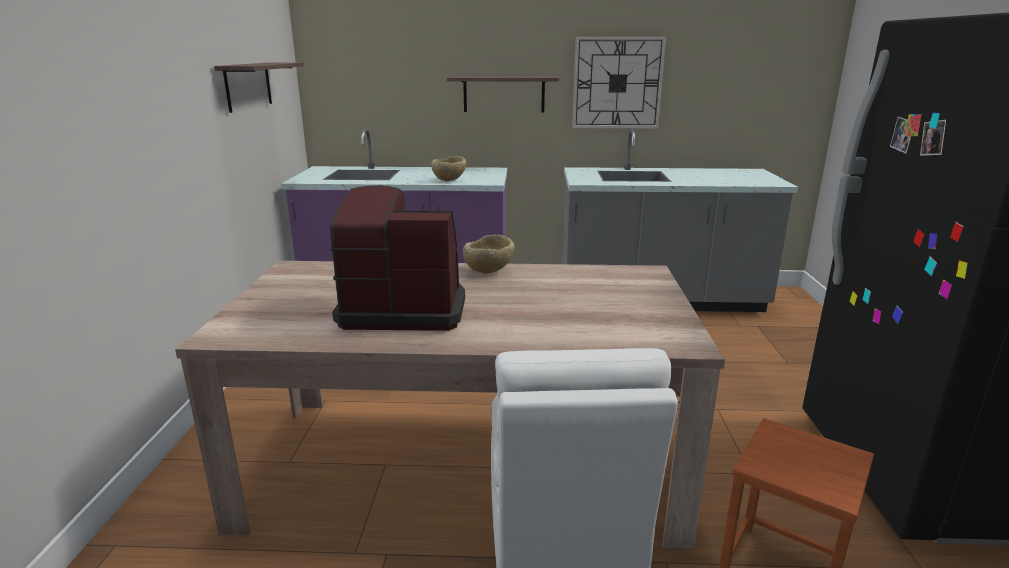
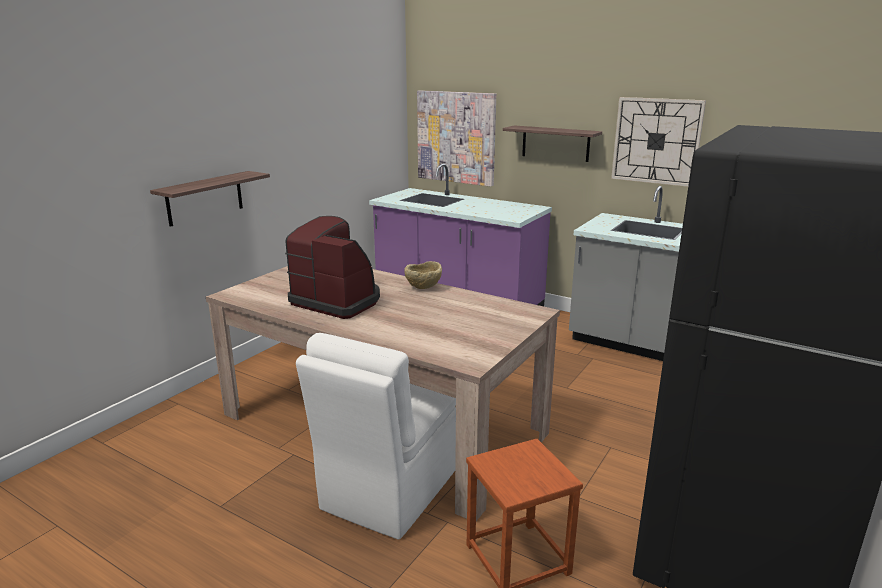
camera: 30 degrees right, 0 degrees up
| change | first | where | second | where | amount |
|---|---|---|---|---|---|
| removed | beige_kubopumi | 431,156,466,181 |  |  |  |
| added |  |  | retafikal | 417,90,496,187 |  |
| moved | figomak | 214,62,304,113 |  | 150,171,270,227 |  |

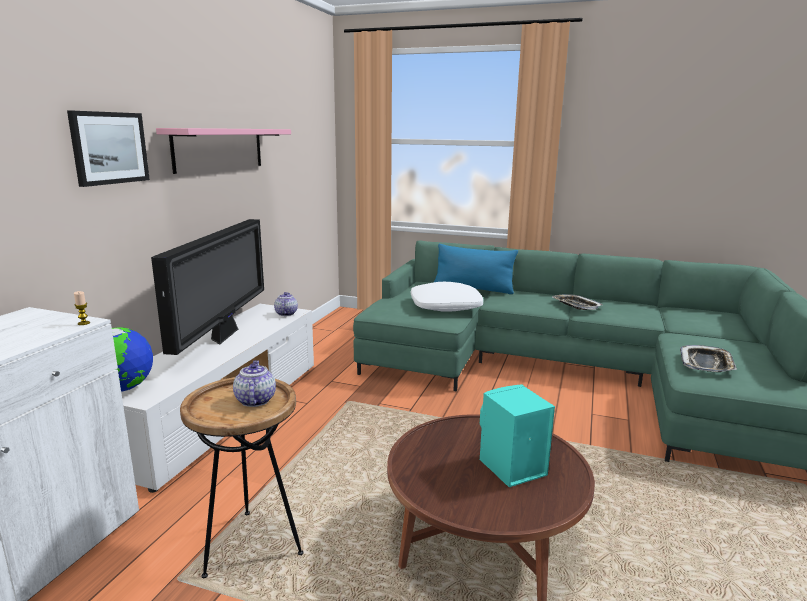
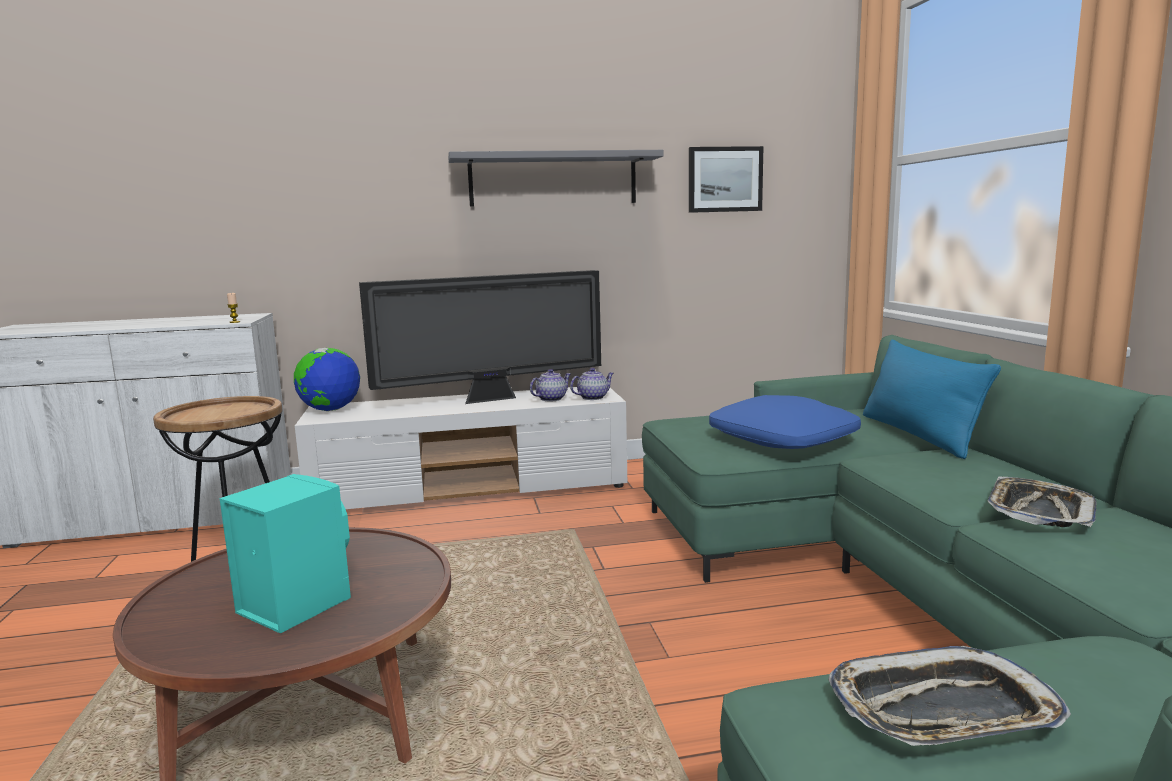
camera: 60 degrees right, 5 degrees down
| change | first | where | second | where | amount |
|---|---|---|---|---|---|
| moved | retafikal | 67,111,150,187 |  | 689,146,764,213 |  |
| moved | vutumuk | 233,360,276,407 |  | 530,369,570,401 |  |
| recoloured | pink_figomak | 156,128,291,174 | grey_figomak | 448,150,663,207 |  |
| recoloured | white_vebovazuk | 410,282,483,312 | blue_vebovazuk | 709,395,861,449 |  |

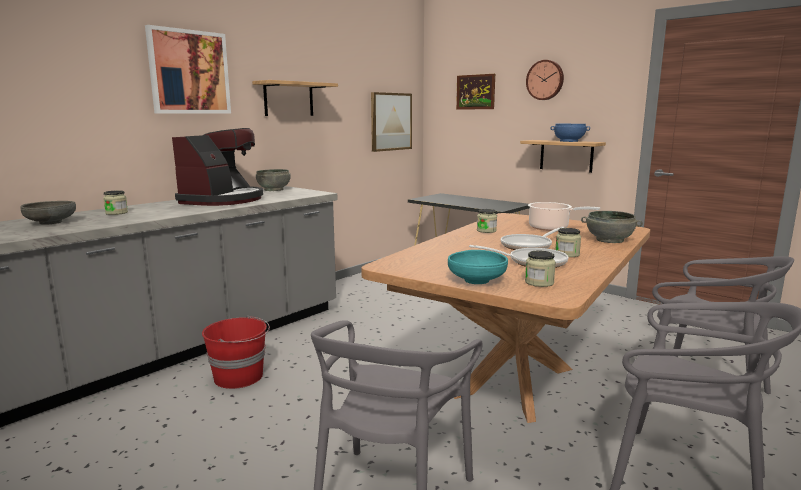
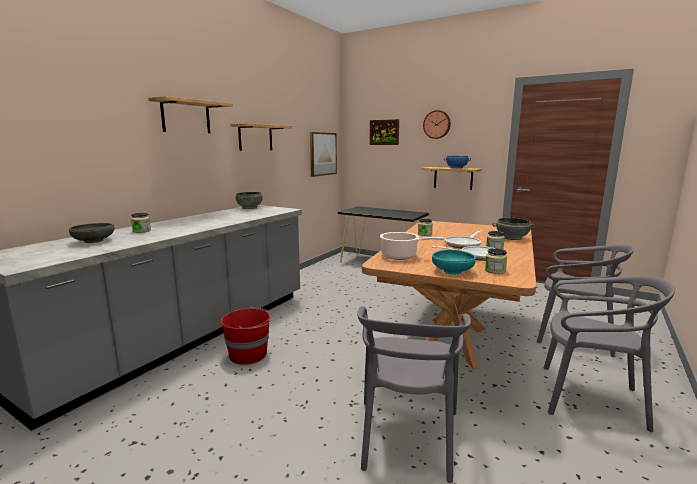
camera: 10 degrees left, 0 degrees up
| change | first | where | second | where | amount |
|---|---|---|---|---|---|
| removed | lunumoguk | 172,128,263,206 |  |  |  |
| moved | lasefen | 528,202,600,231 |  | 380,232,444,260 |  |
| replaced | retafikal | 145,25,231,114 | figomak | 148,96,233,133 |  |

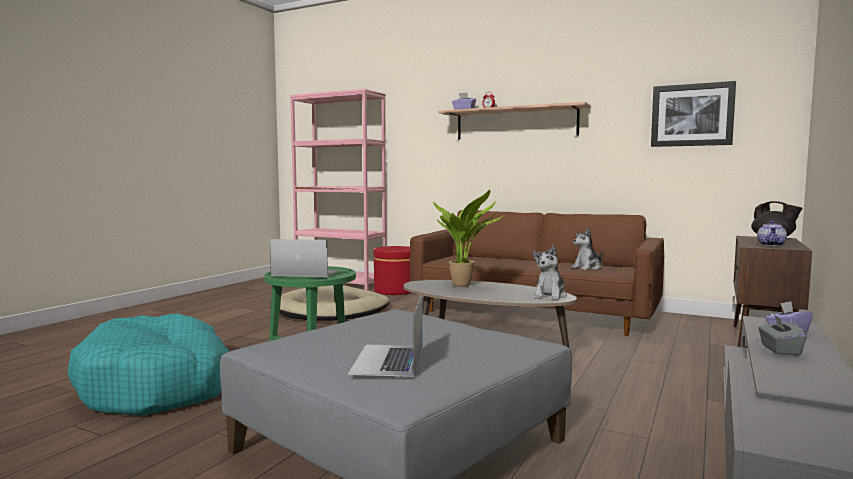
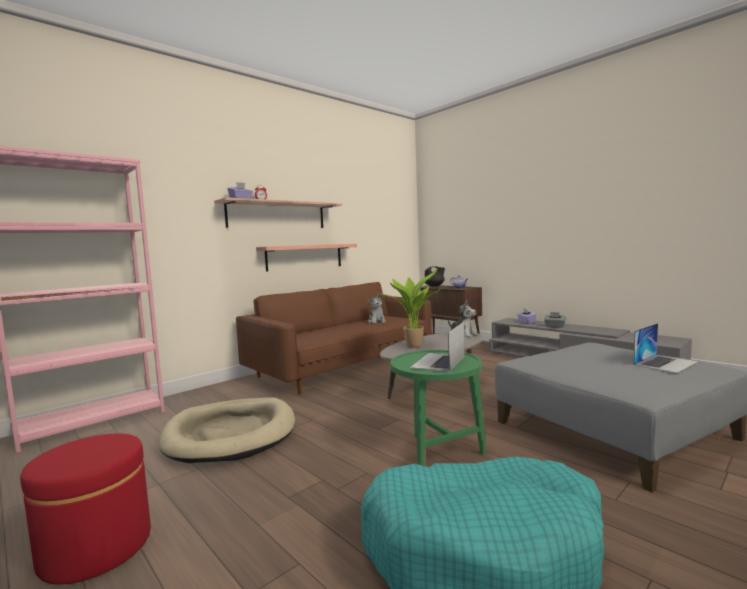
camera: 70 degrees left, 0 degrees up
| change | first | where | second | where | amount |
|---|---|---|---|---|---|
| removed | retafikal | 651,81,736,147 |  |  |  |
| added |  |  | figomak | 256,244,357,272 |  |
| moved | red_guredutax | 374,246,411,295 |  | 20,433,151,585 |  |
| turned | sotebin | 348,294,422,377 |  | 633,323,698,373 | 60 degrees counterclockwise |

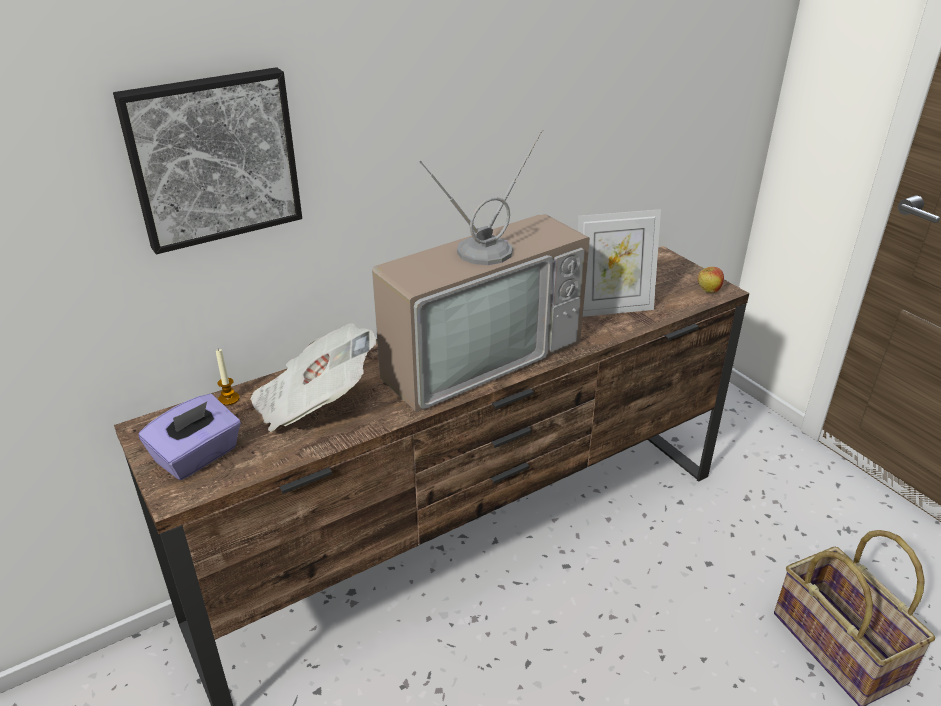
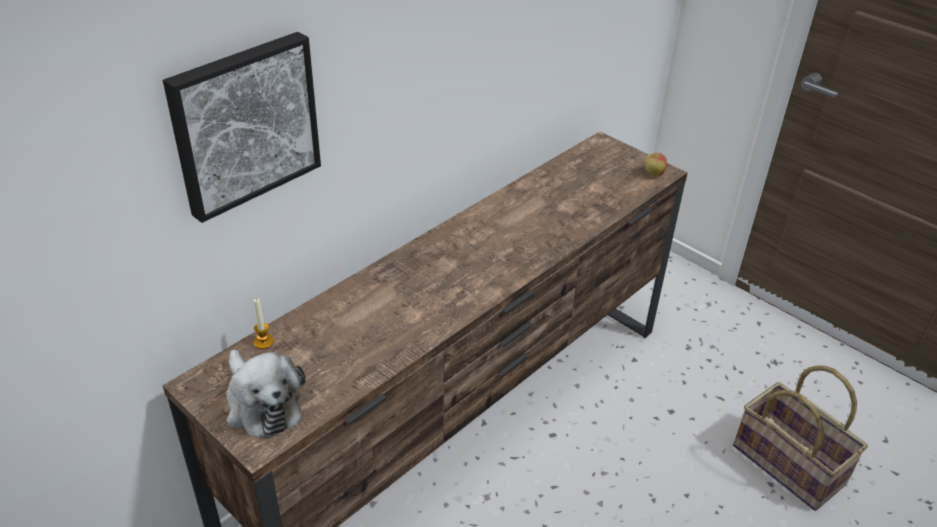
camera: 15 degrees left, 5 degrees up
| change | first | where | second | where | amount |
|---|---|---|---|---|---|
| removed | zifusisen | 250,323,376,432 |  |  |  |
| removed | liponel | 372,130,590,412 |  |  |  |
| removed | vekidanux | 578,209,661,317 |  |  |  |
| replaced | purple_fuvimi | 139,394,241,480 | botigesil | 226,350,305,439 |  |

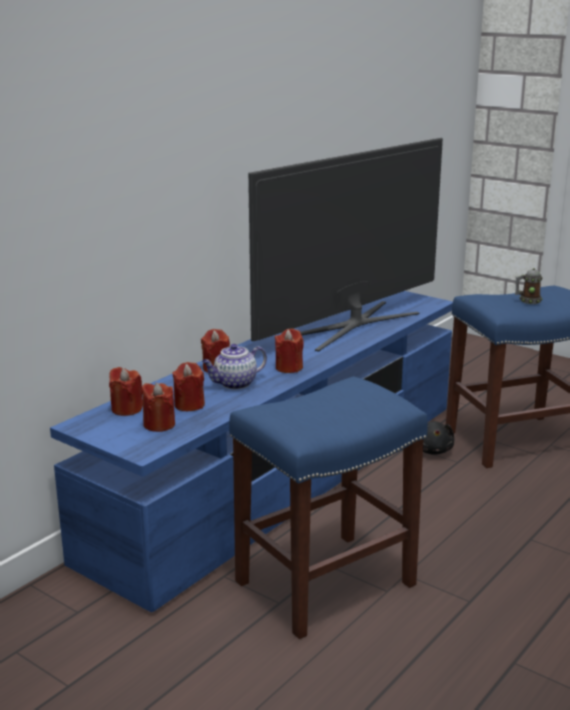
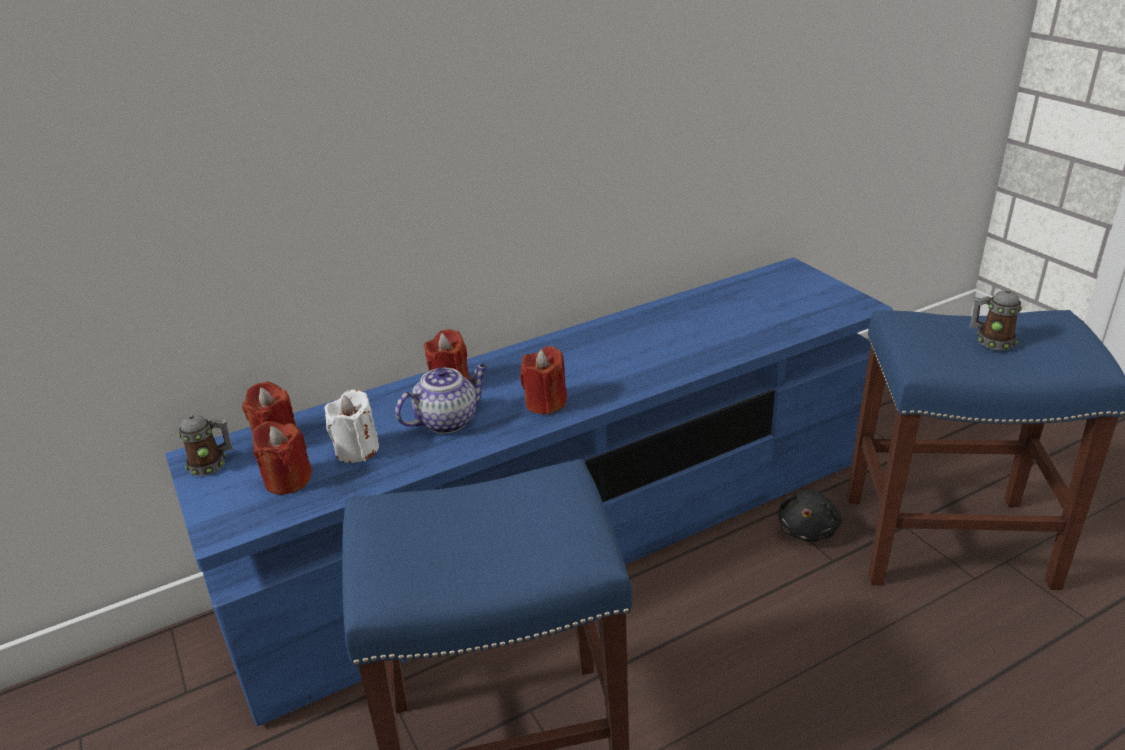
camera: 25 degrees right, 10 degrees up
| change | first | where | second | where | amount |
|---|---|---|---|---|---|
| removed | liponel | 248,138,443,352 |  |  |  |
| added |  |  | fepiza | 178,415,233,476 |  |
| recoloured | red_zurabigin | 172,362,205,411 | white_zurabigin | 324,390,379,463 |  |
| turned | vutumuk | 202,344,267,390 |  | 395,364,488,434 | 150 degrees clockwise |

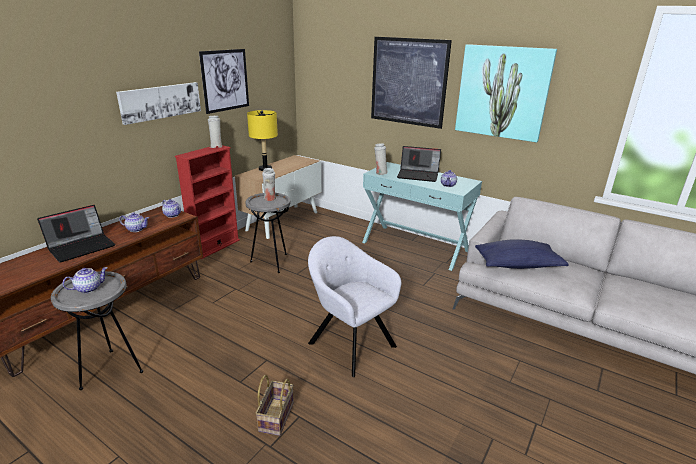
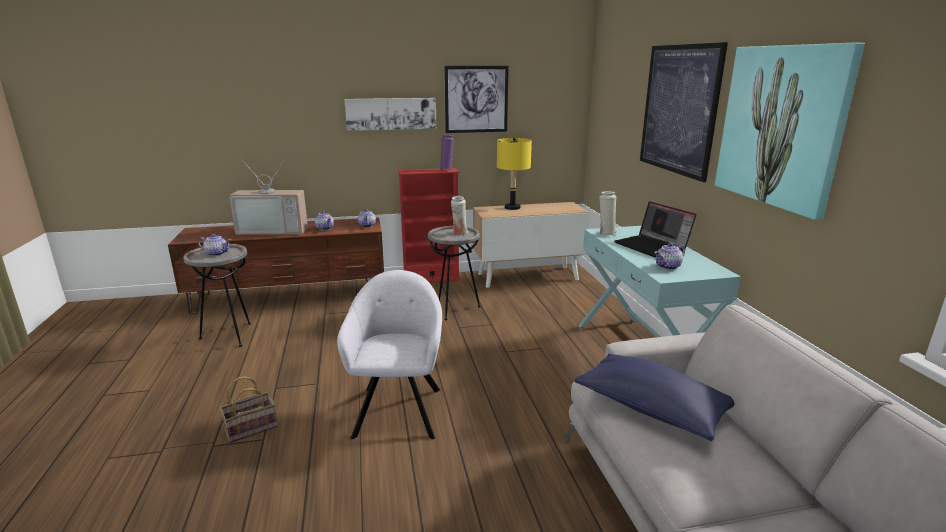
camera: 45 degrees right, 5 degrees down
| change | first | where | second | where | amount |
|---|---|---|---|---|---|
| replaced | sotebin | 37,205,115,262 | liponel | 229,158,308,235 |  |
| recoloured | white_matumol | 208,116,222,148 | purple_matumol | 440,135,454,170 |  |

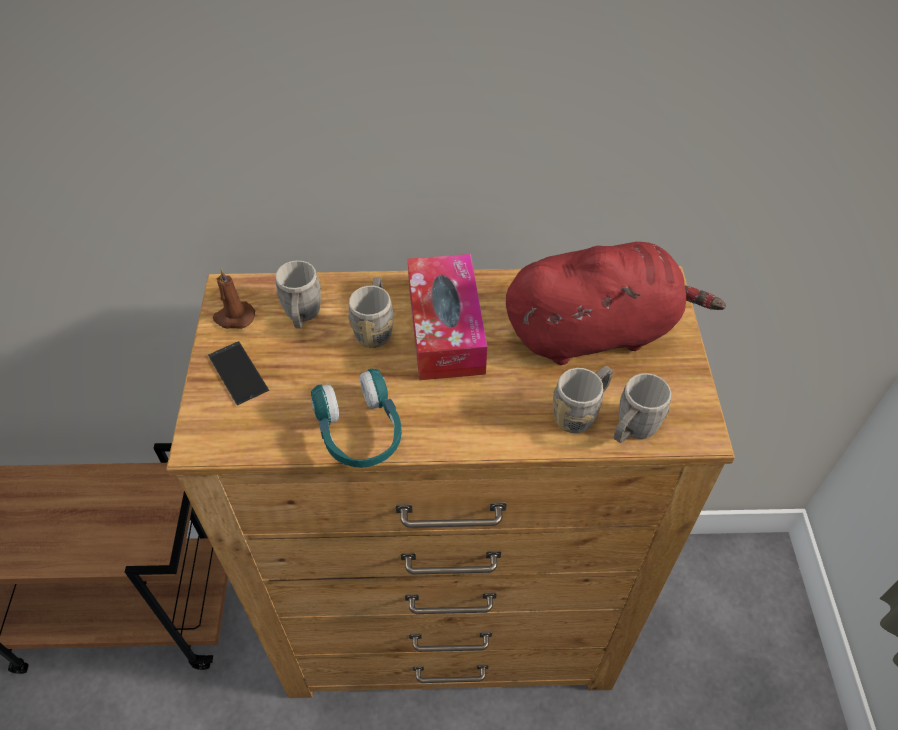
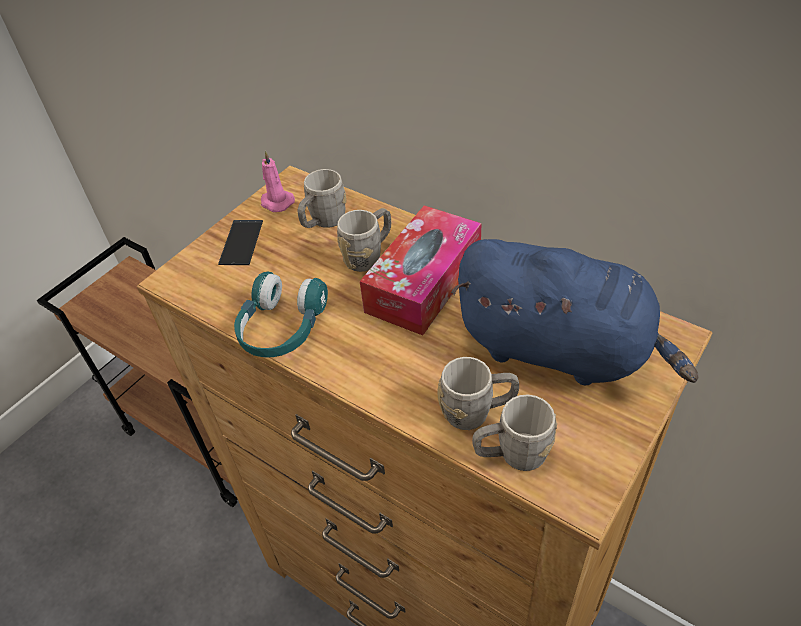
camera: 40 degrees right, 5 degrees down
| change | first | where | second | where | amount |
|---|---|---|---|---|---|
| recoloured | brown_zurabigin | 213,269,255,329 | pink_zurabigin | 261,150,295,212 |  |
| recoloured | red_botigesil | 506,242,726,365 | blue_botigesil | 451,239,698,386 |  |

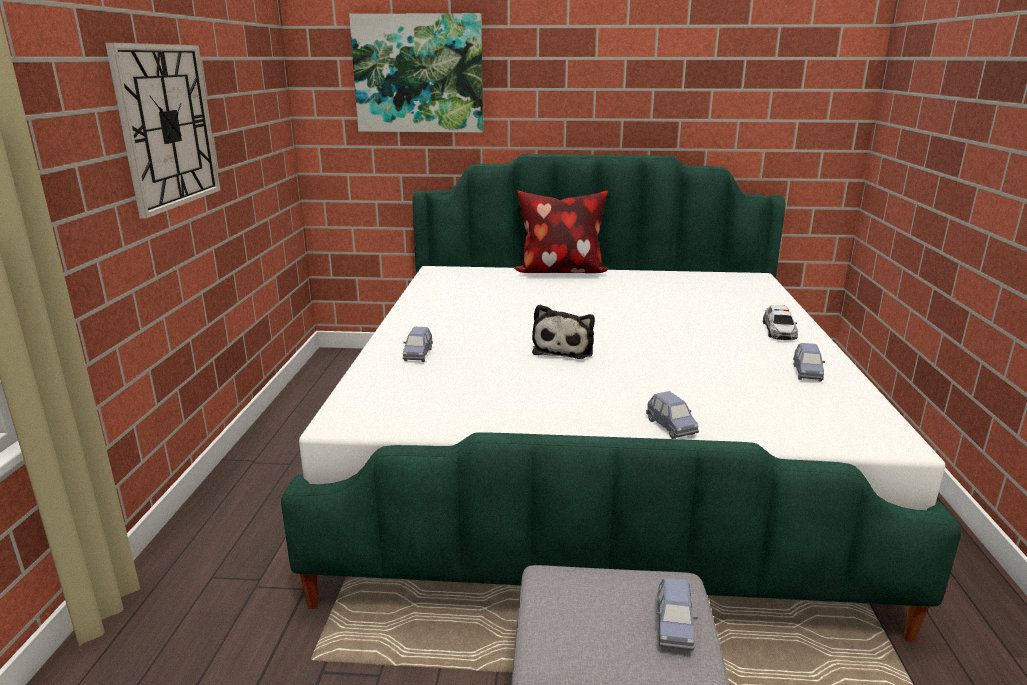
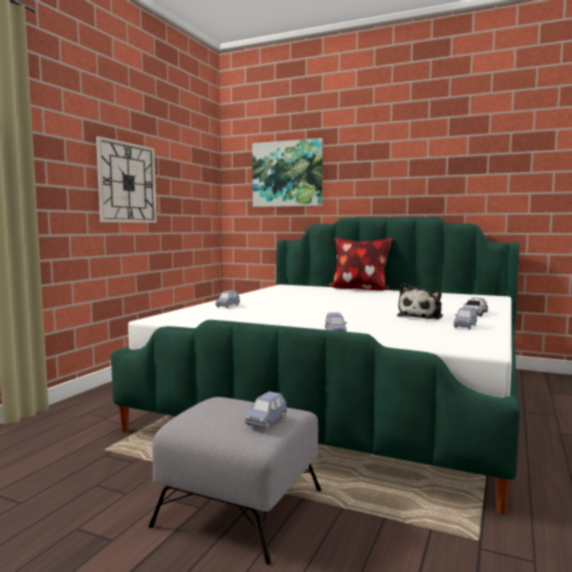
camera: 20 degrees right, 15 degrees down
| change | first | where | second | where | amount |
|---|---|---|---|---|---|
| moved | botigesil | 532,305,595,359 |  | 397,283,443,319 |  |

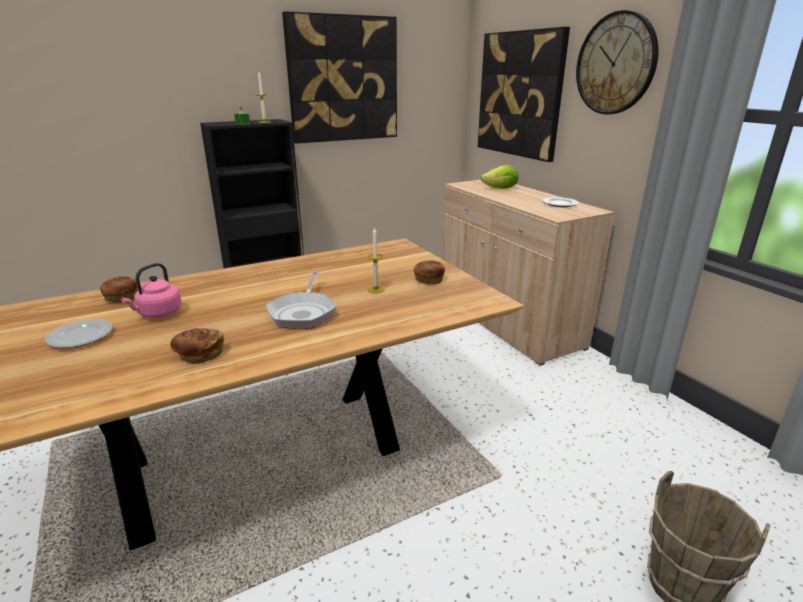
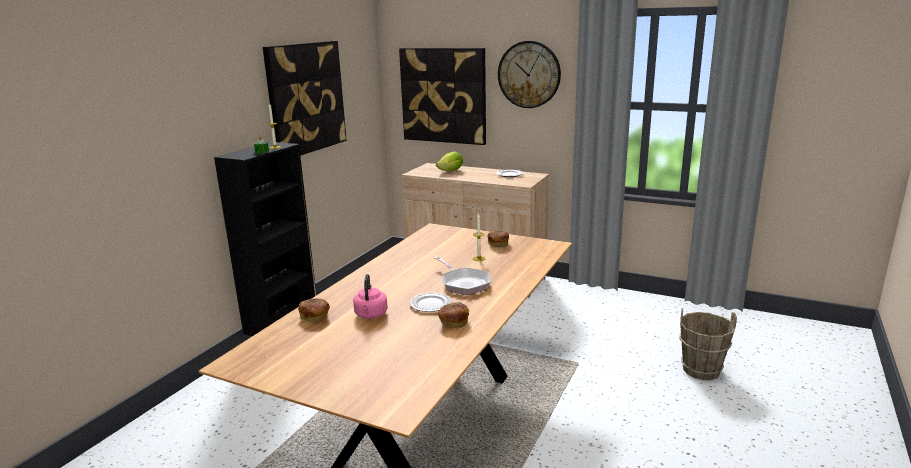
camera: 35 degrees left, 5 degrees down
| change | first | where | second | where | amount |
|---|---|---|---|---|---|
| moved | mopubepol | 45,319,113,348 |  | 409,292,452,312 |  |

